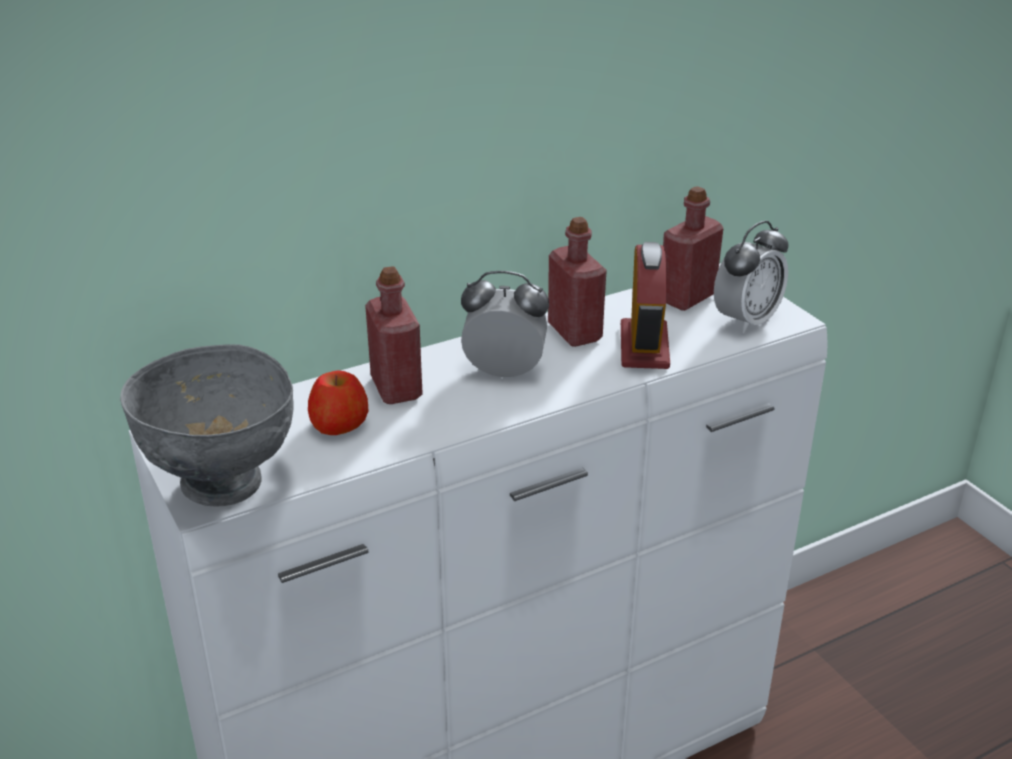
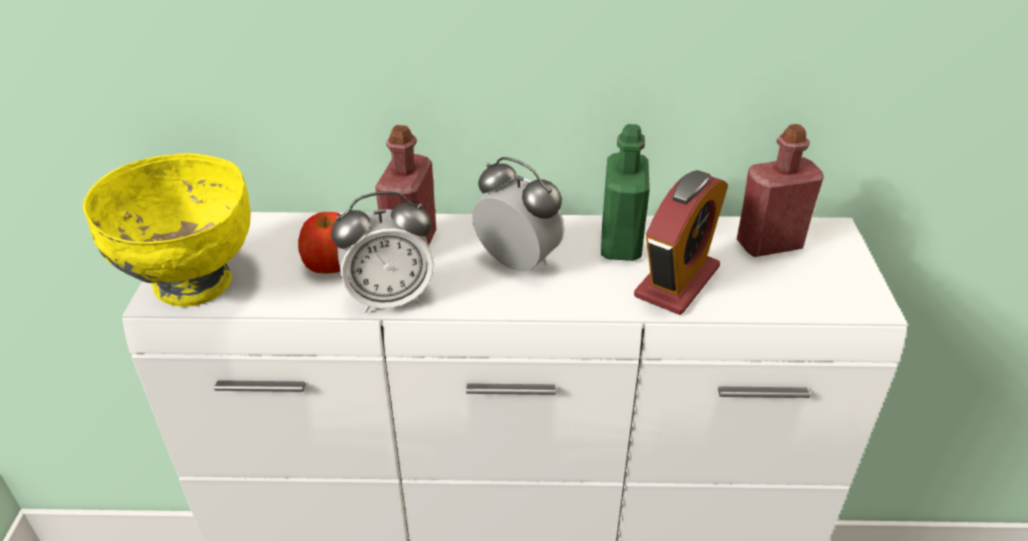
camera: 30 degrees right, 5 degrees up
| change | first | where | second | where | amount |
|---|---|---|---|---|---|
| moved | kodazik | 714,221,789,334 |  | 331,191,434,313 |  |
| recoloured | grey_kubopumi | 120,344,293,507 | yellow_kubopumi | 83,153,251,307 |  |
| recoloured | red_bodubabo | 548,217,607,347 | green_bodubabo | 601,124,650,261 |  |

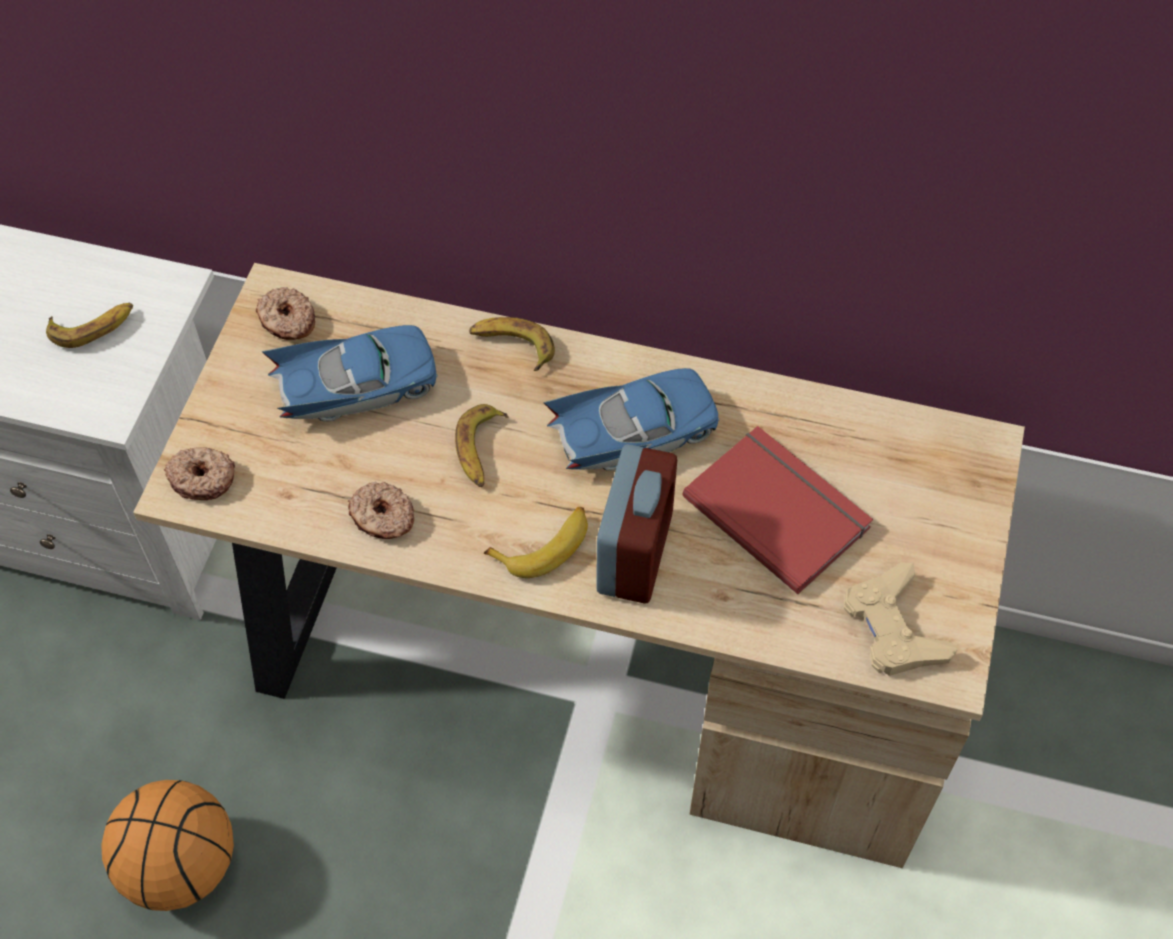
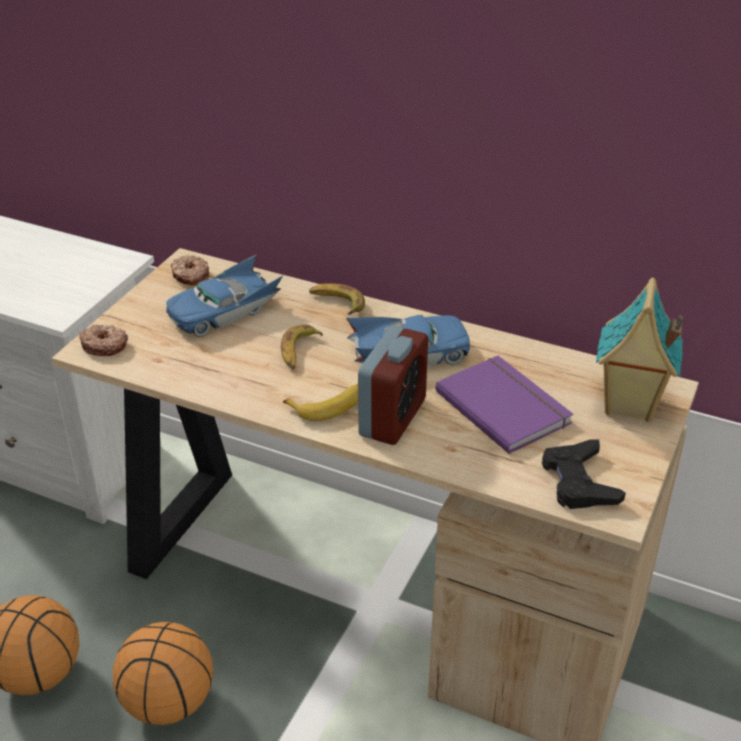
camera: 10 degrees right, 20 degrees down
| change | first | where | second | where | amount |
|---|---|---|---|---|---|
| removed | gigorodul | 46,303,133,348 |  |  |  |
| removed | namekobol | 348,482,414,539 |  |  |  |
| added |  |  | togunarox | 113,622,213,725 |  |
| added |  |  | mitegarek | 596,278,683,422 |  |
| recoloured | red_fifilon | 683,426,873,594 | purple_fifilon | 435,356,573,454 |  |
| recoloured | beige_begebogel | 844,562,958,676 | black_begebogel | 542,439,626,509 |  |
| turned | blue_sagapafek | 261,325,438,422 |  | 166,255,283,337 | 150 degrees clockwise |

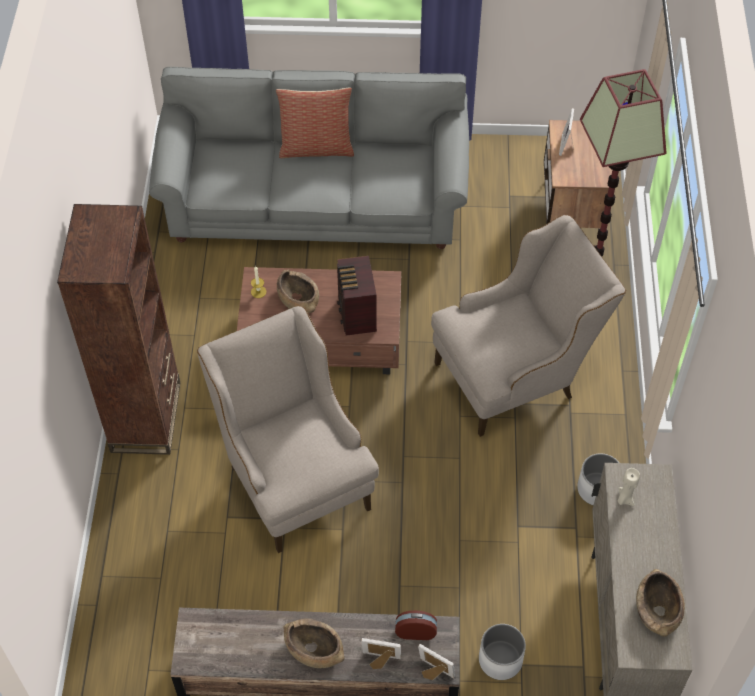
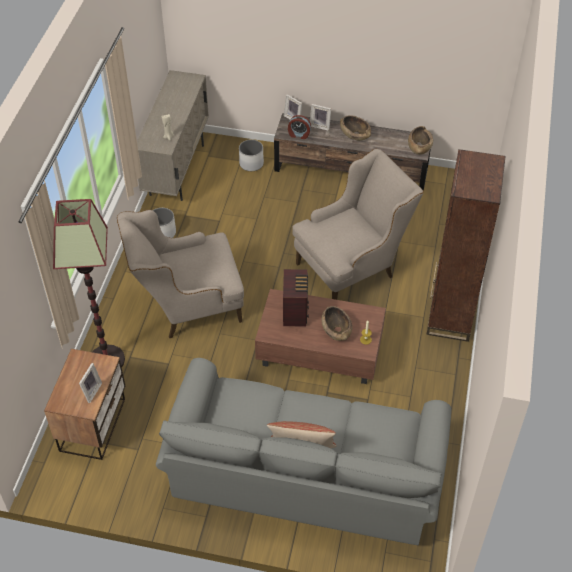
camera: 170 degrees left, 5 degrees down
| change | first | where | second | where | amount |
|---|---|---|---|---|---|
| moved | brown_kubopumi | 636,569,685,637 |  | 408,126,433,155 |  |
| turned | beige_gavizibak | 197,306,379,553 |  | 292,149,424,300 | 105 degrees counterclockwise |

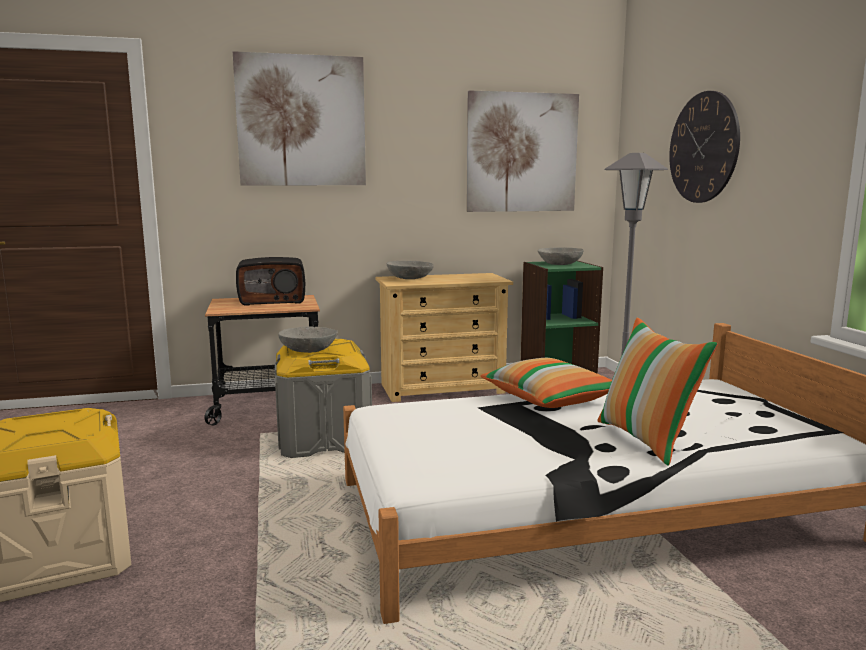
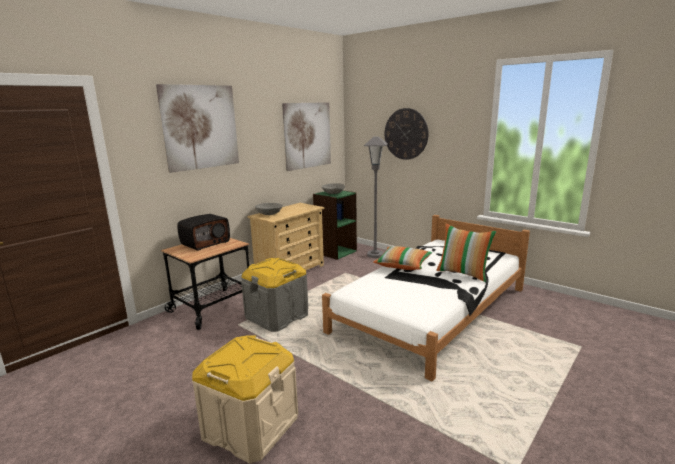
camera: 35 degrees left, 5 degrees up
| change | first | where | second | where | amount |
|---|---|---|---|---|---|
| removed | grey_kubopumi | 278,327,338,353 |  |  |  |

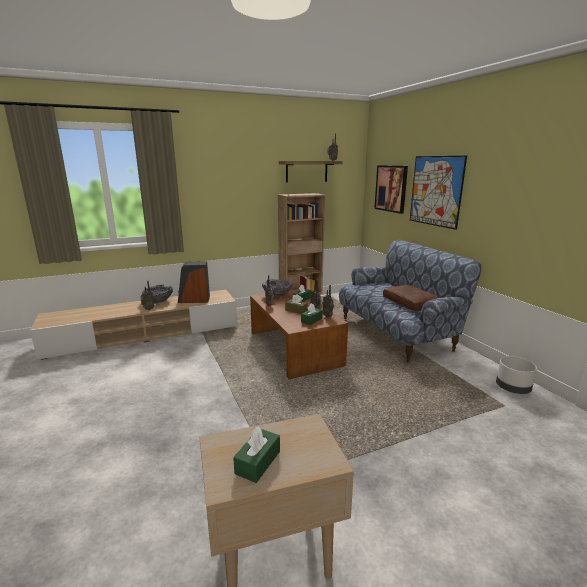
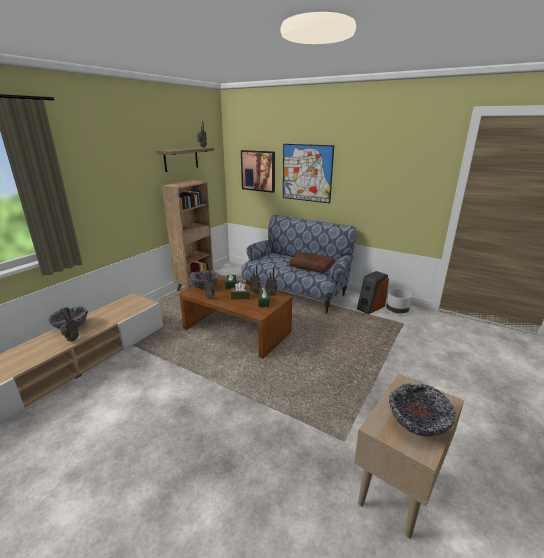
camera: 35 degrees left, 5 degrees up
| change | first | where | second | where | amount |
|---|---|---|---|---|---|
| moved | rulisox | 178,261,210,303 |  | 357,271,389,314 |  |
| replaced | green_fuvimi | 233,426,280,483 | kubopumi | 389,384,455,437 |  |

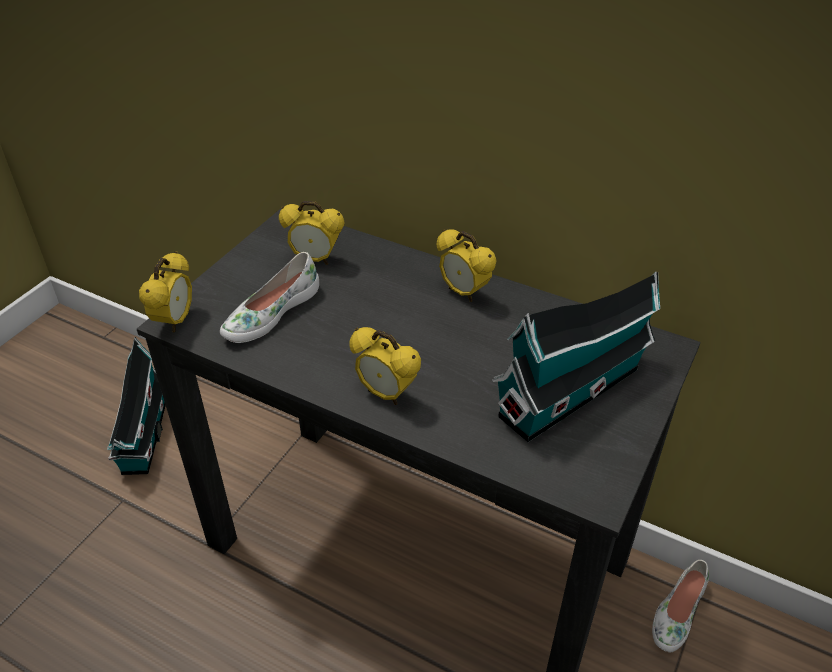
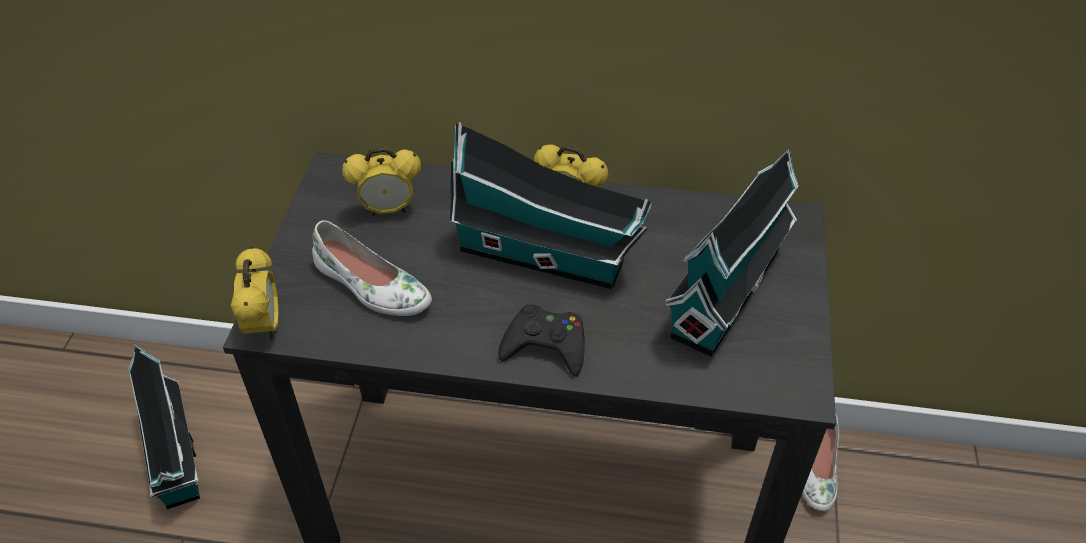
camera: 20 degrees left, 5 degrees up
| change | first | where | second | where | amount |
|---|---|---|---|---|---|
| added |  |  | mitegarek | 449,122,652,289 |  |
| replaced | kodazik | 349,327,421,405 | black_begebogel | 498,305,585,377 |  |
| turned | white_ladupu | 220,252,319,343 |  | 312,220,432,316 | 75 degrees counterclockwise |

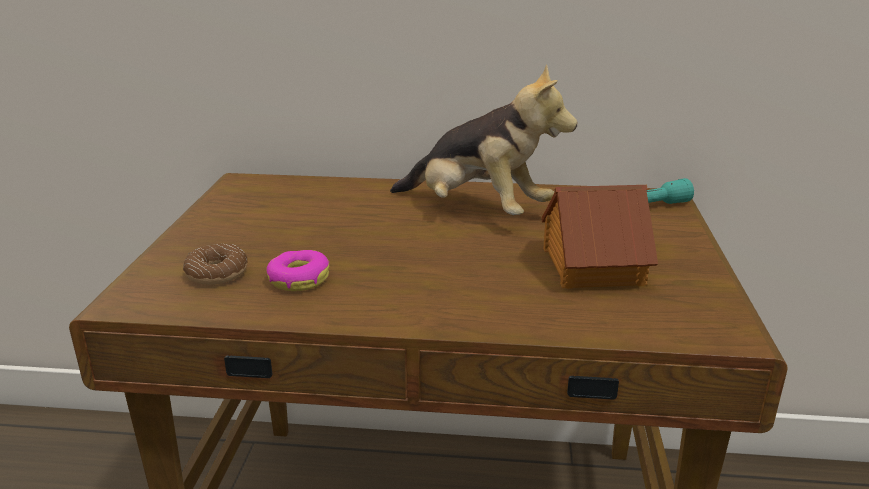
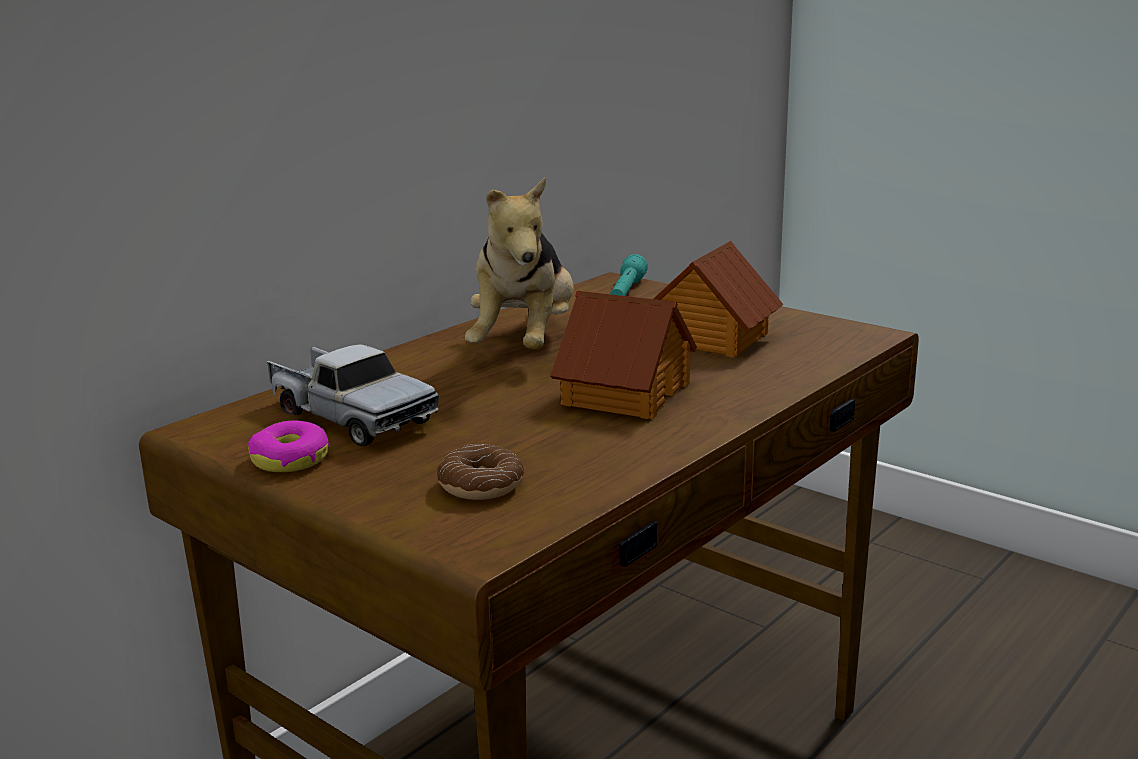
camera: 55 degrees left, 5 degrees down
| change | first | where | second | where | amount |
|---|---|---|---|---|---|
| added |  |  | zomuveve | 267,344,439,446 |  |
| added |  |  | mitegarek | 550,291,697,419 |  |
| moved | namekobol | 267,250,329,291 |  | 248,420,330,472 |  |
| turned | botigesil | 390,64,577,215 |  | 465,177,574,349 | 120 degrees clockwise |

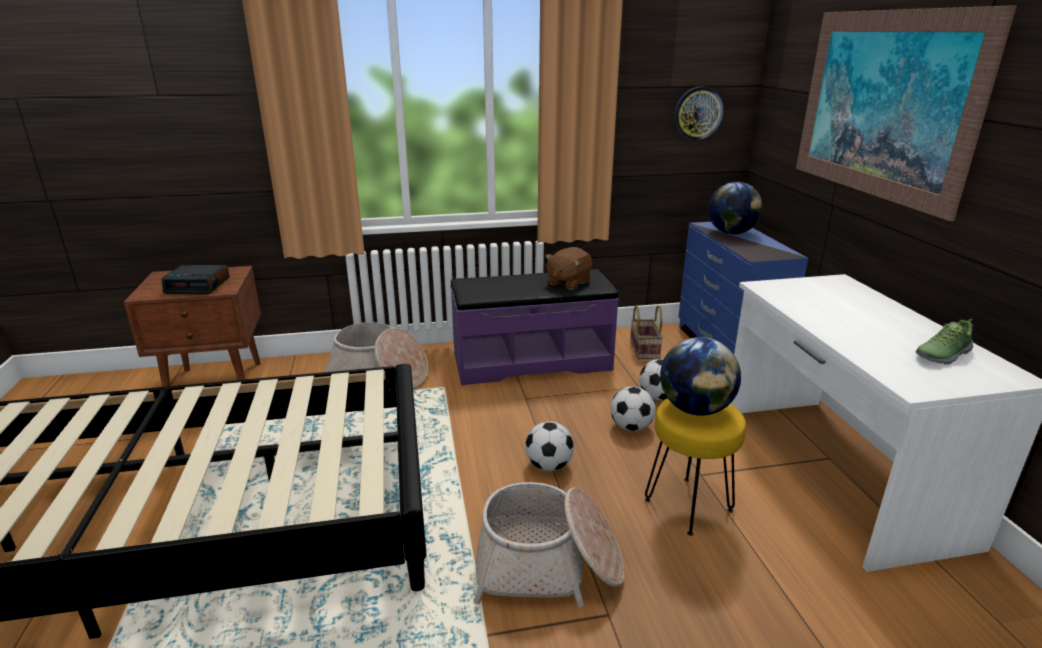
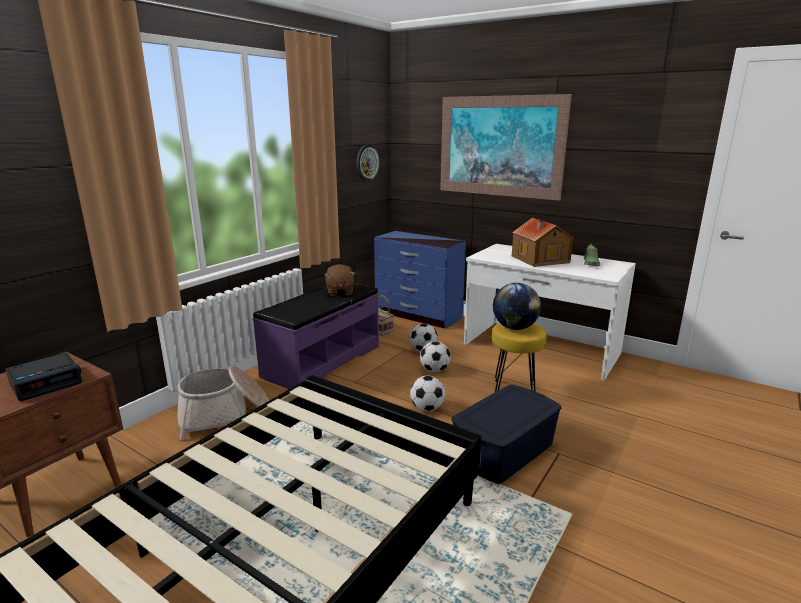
camera: 45 degrees left, 5 degrees down
| change | first | where | second | where | amount |
|---|---|---|---|---|---|
| removed | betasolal | 708,182,763,234 |  |  |  |
| added |  |  | mitegarek | 512,218,574,267 |  |
| replaced | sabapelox | 473,482,625,607 | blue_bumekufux | 451,385,562,484 |  |

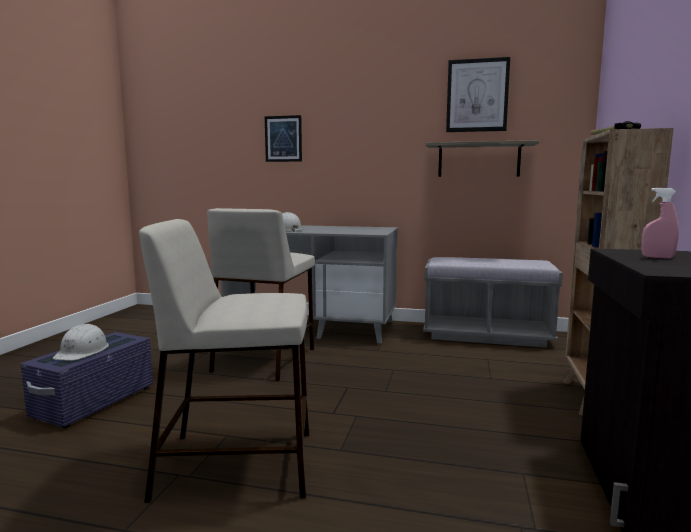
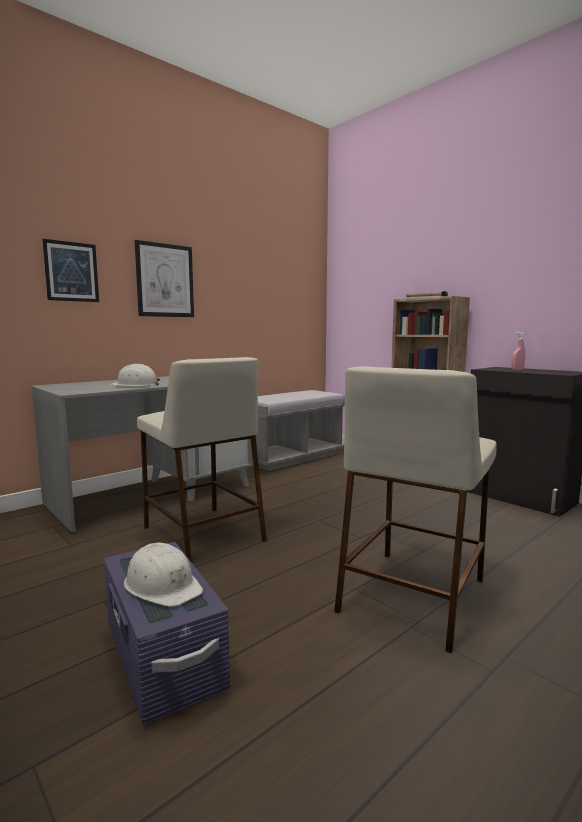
camera: 55 degrees left, 0 degrees up
| change | first | where | second | where | amount |
|---|---|---|---|---|---|
| removed | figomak | 425,140,539,177 |  |  |  |
| moved | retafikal | 446,57,510,132 |  | 135,240,194,317 |  |

